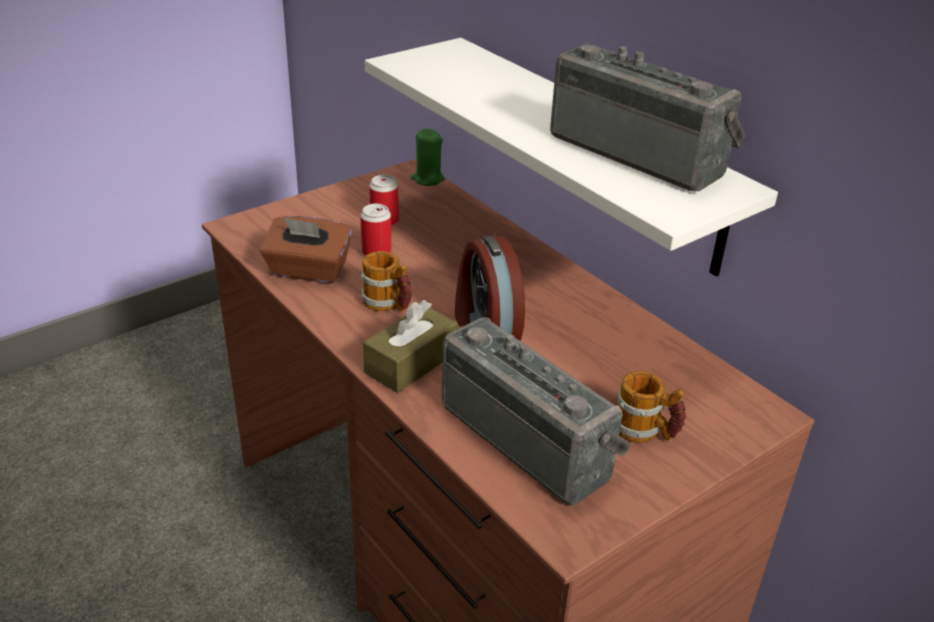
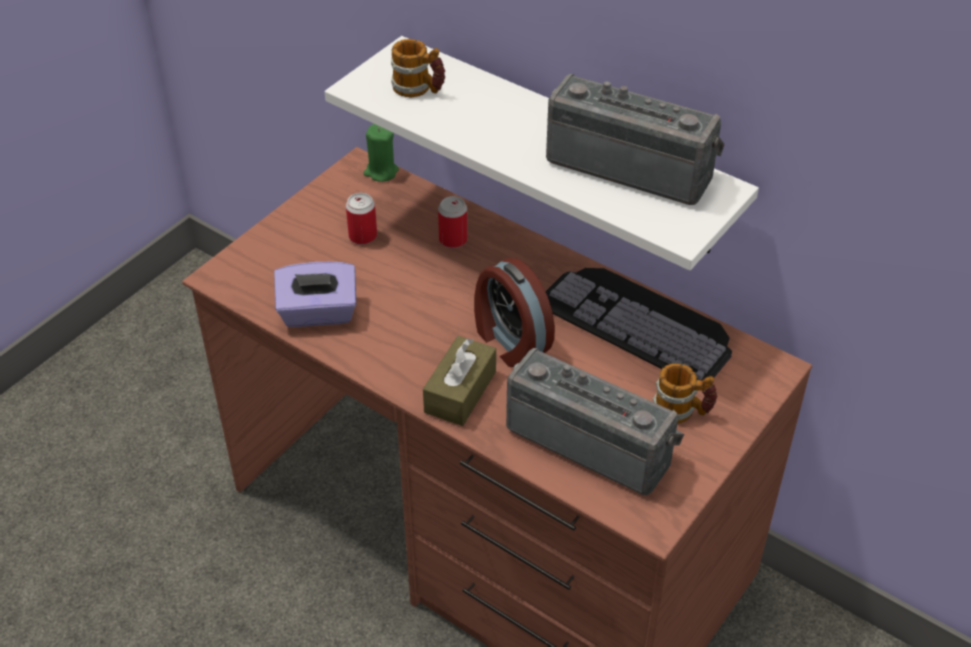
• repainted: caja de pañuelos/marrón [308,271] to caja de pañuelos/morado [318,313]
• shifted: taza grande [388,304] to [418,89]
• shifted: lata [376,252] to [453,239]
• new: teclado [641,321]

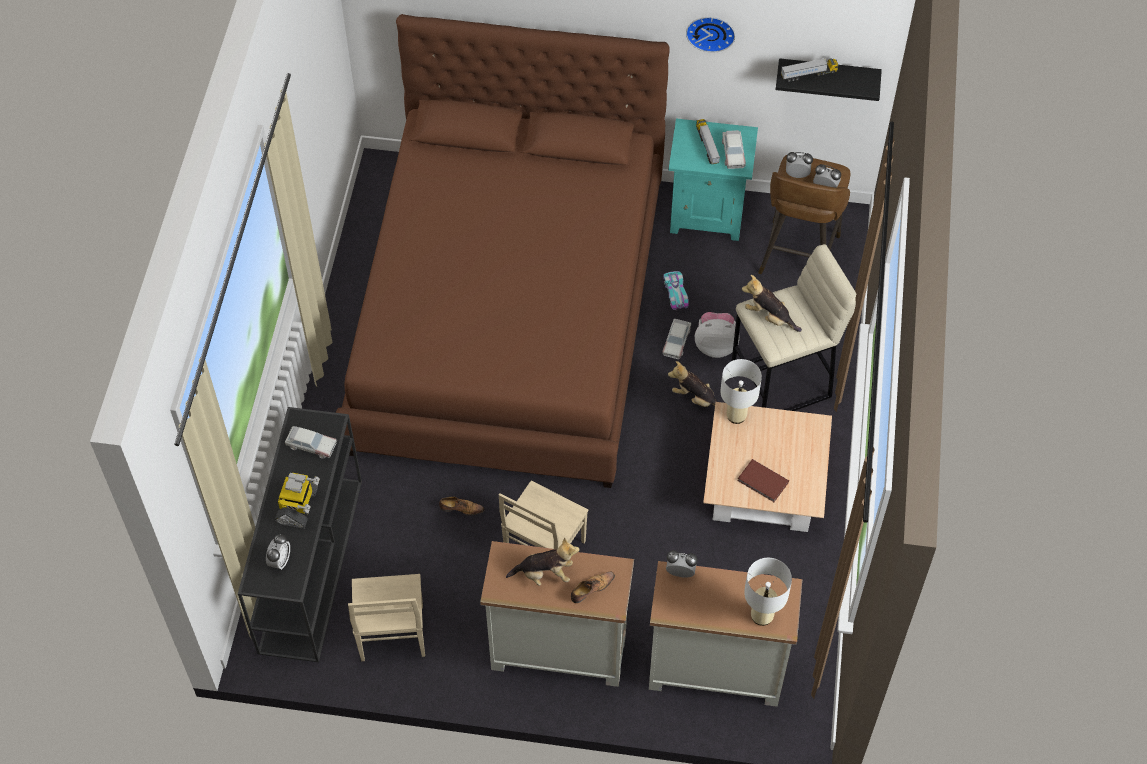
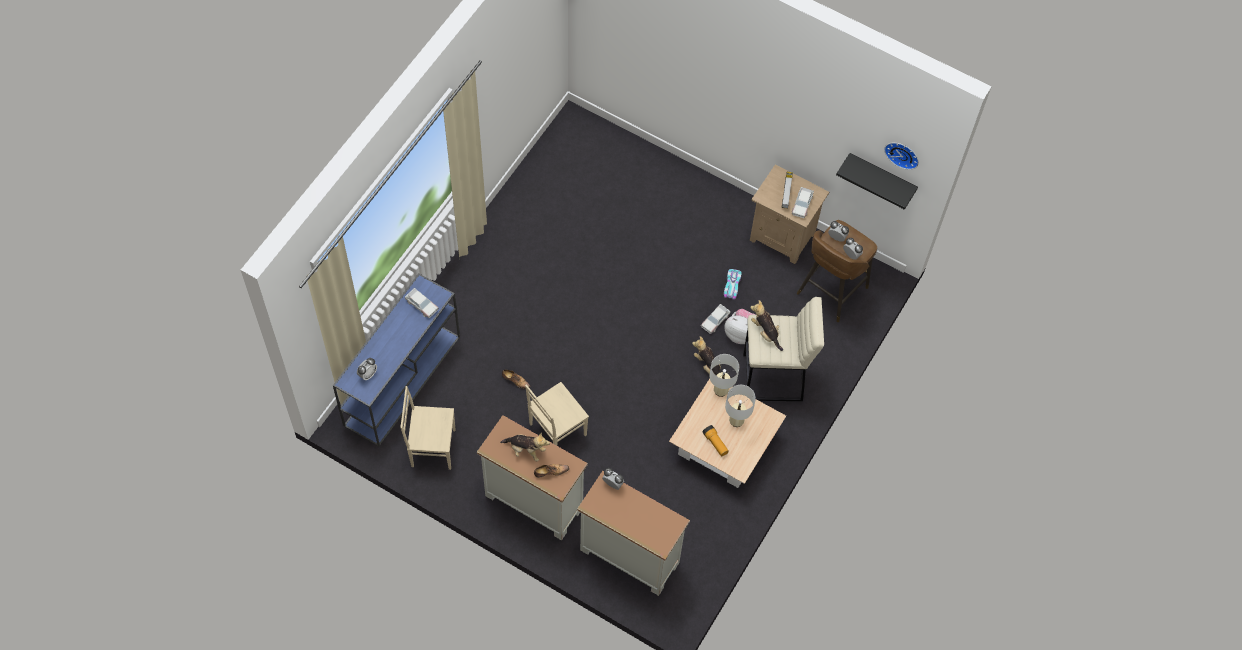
• repainted: mesa consola/negro [311,563] to mesa consola/azul [403,379]
• rotated: silla/beis [391,634] = [432,447] 75 degrees clockwise
• swapped: libro/marrón [763,482] to linterna [715,443]
• shifted: lámpara de mesa/blanco [762,615] to [736,420]
• repainted: mesita de noche/turquesa [708,216] to mesita de noche/beis [782,238]
• shifted: reloj de pared [711,31] to [902,153]
• gone: robot de juguete [298,507]
• gone: cama/marrón [509,315]
• gone: camión de juguete [809,74]

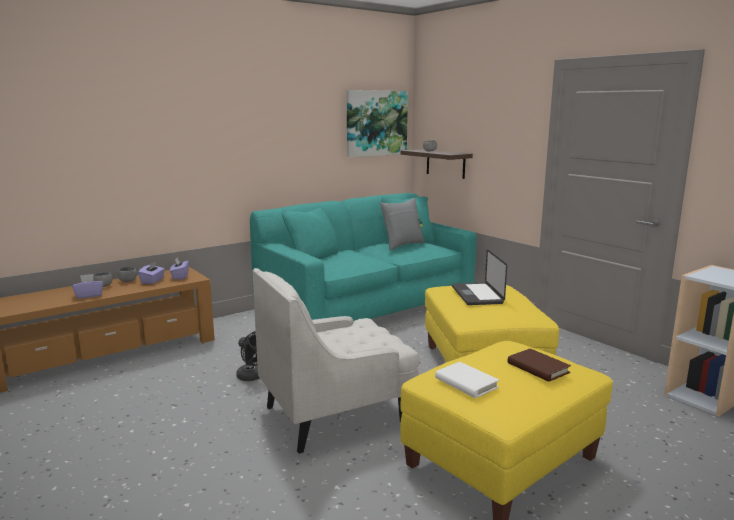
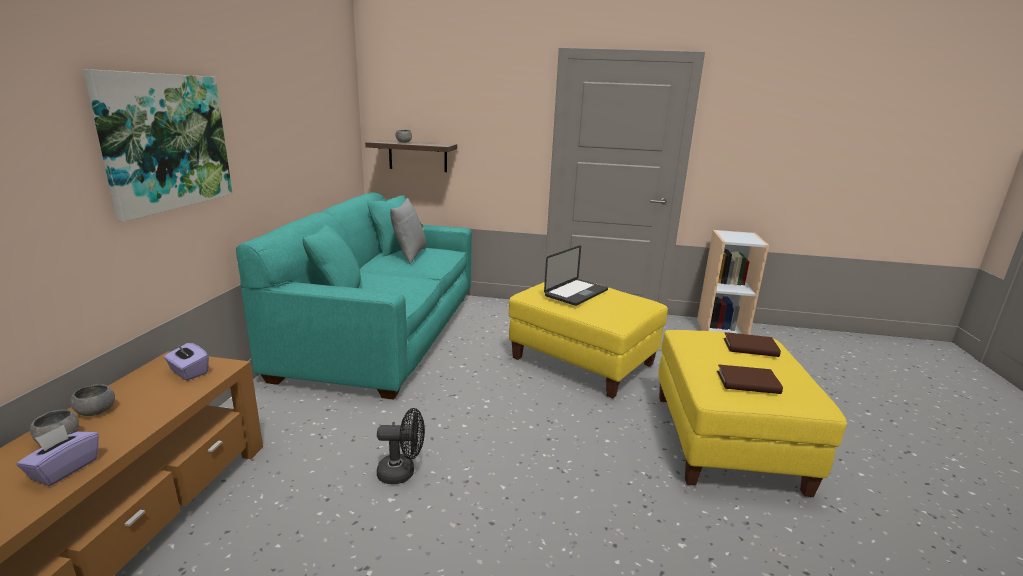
• shifted: cuadro [376,123] to [166,142]
• rotated: portátil [477,295] = [576,293] 90 degrees counterclockwise
• repainted: libro/blanco [466,383] to libro/marrón [747,383]
• gone: caja de pañuelos/morado [152,281]
• gone: sillón/blanco [336,414]

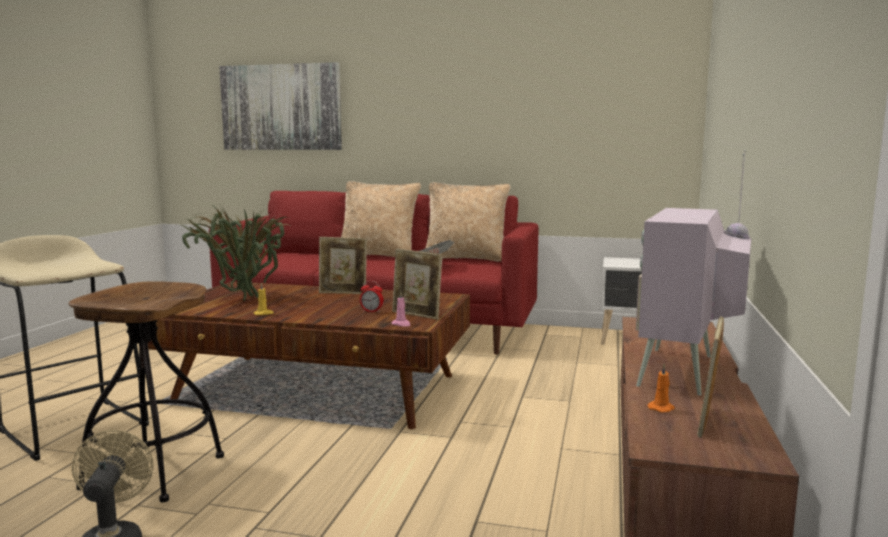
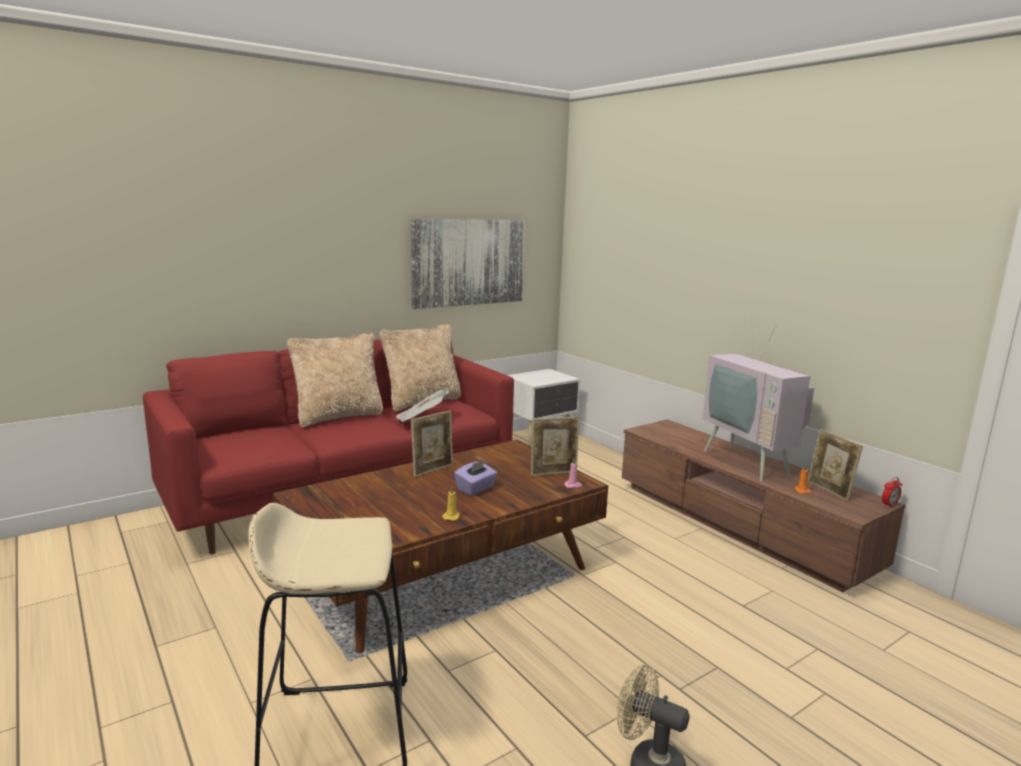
• shifted: cuadro [281,107] to [469,262]
• new: caja de pañuelos/morado [475,489]
• shifted: despertador [371,311] to [889,505]
• gone: taburete/marrón [154,471]
• gone: planta en maceta [242,299]

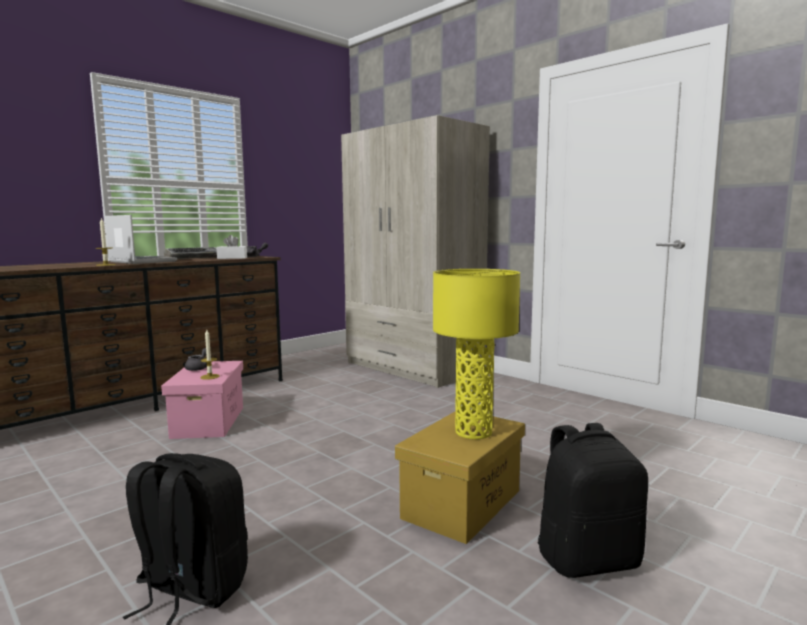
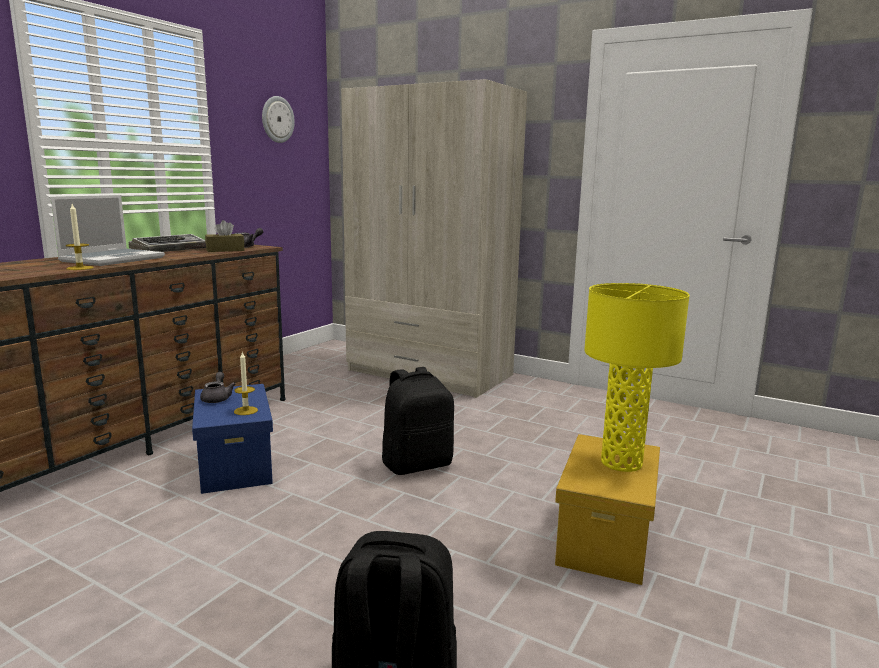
• rotated: portátil [141,261] = [113,259] 90 degrees clockwise
• repainted: caja de almacenaje/rosa [208,421] to caja de almacenaje/azul [234,464]
• repainted: caja de pañuelos/blanco [232,258] to caja de pañuelos/marrón [225,250]
• new: reloj de pared [277,119]
• shifted: mochila/negro [587,559] to [417,464]

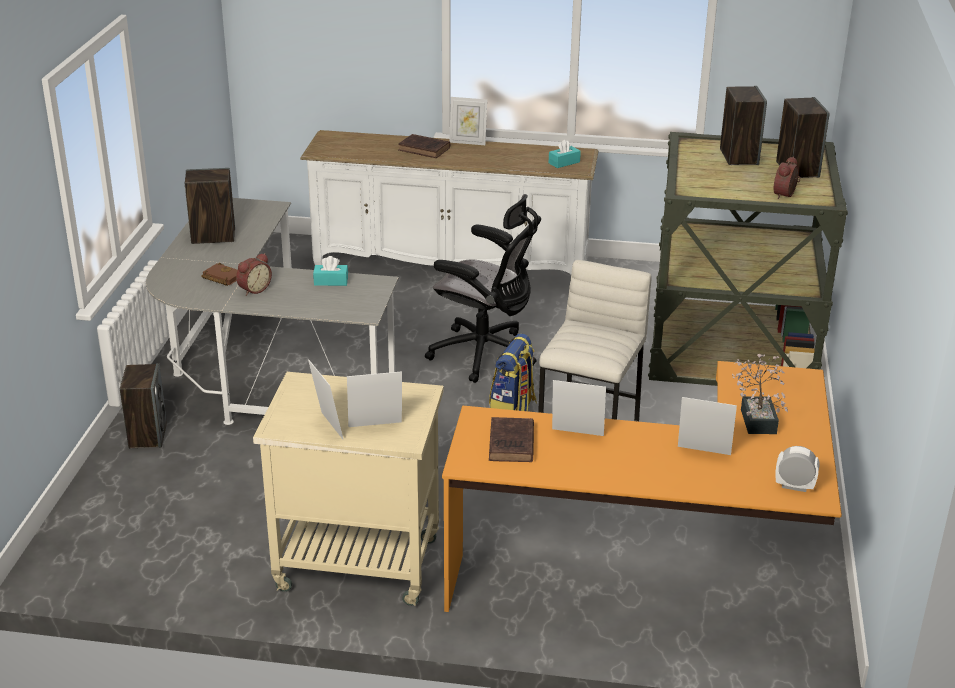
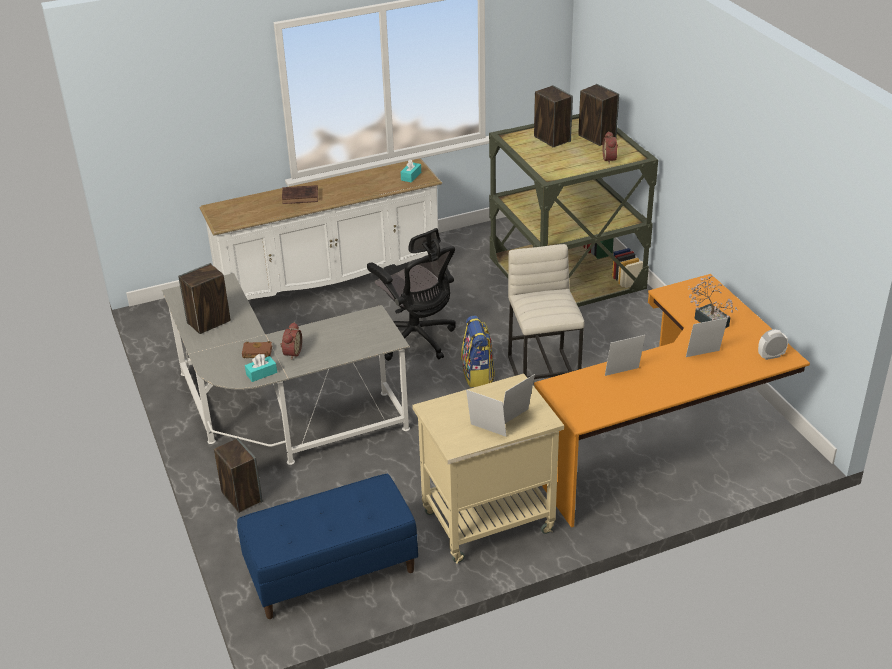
• new: banco/azul [331,573]
• shifted: caja de pañuelos/turquesa [331,281] to [261,373]
• rotated: silla de oficina [483,353] = [415,339] 60 degrees clockwise
• gone: portarretratos [468,142]
• gone: libro/marrón [511,445]

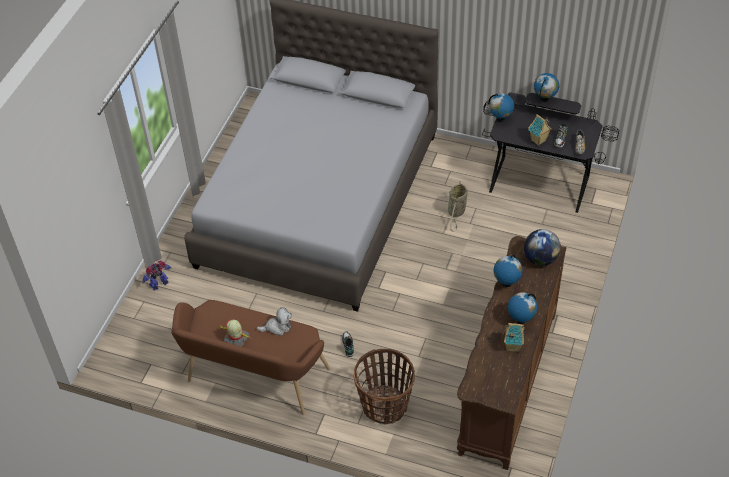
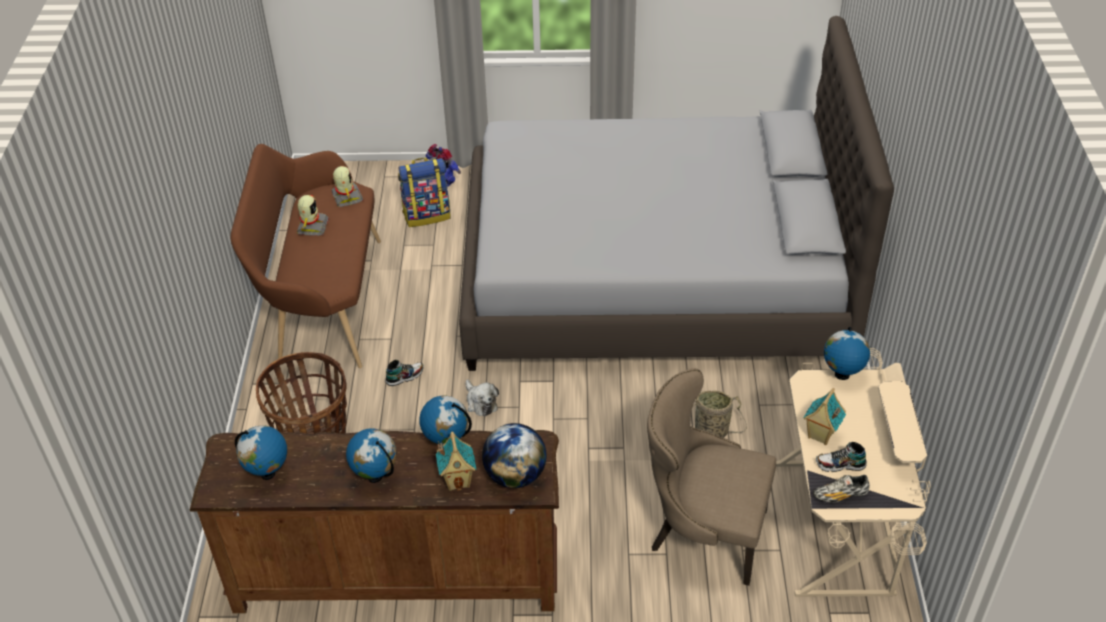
• shifted: globo terráqueo [545,99] to [268,473]
• new: robot de juguete [346,197]
• new: mochila [427,215]
• shifted: casita [512,346] to [458,480]
• shifted: peluche [277,327] to [480,402]
• new: silla/beis [703,533]
• repainted: escritorio/negro [540,181] to escritorio/beis [838,527]

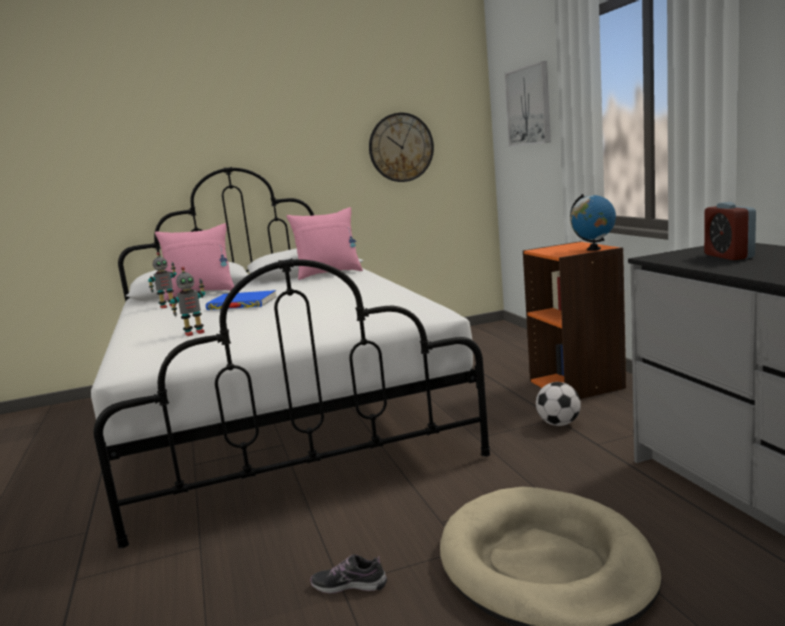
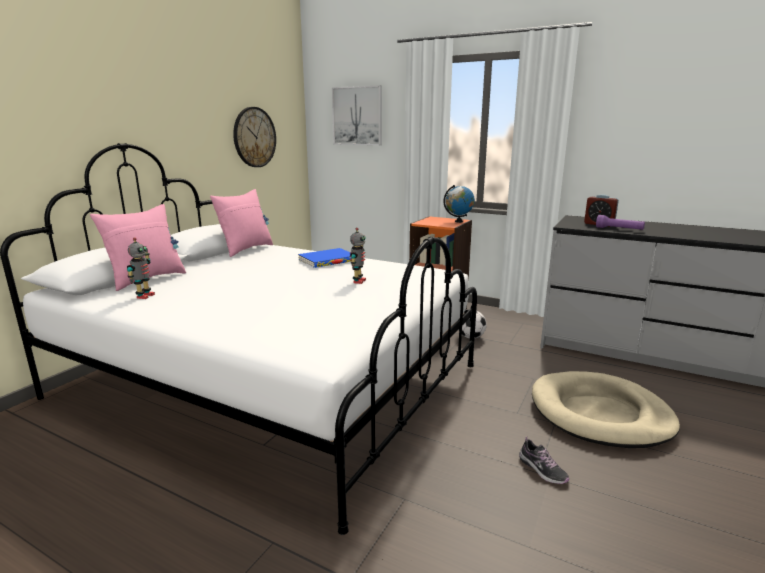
• shifted: libro/azul [242,304] to [328,261]
• shifted: robot de juguete [194,333] to [358,281]
• rotated: zapato [349,585] = [542,470] 90 degrees counterclockwise
• new: linterna/morado [619,229]

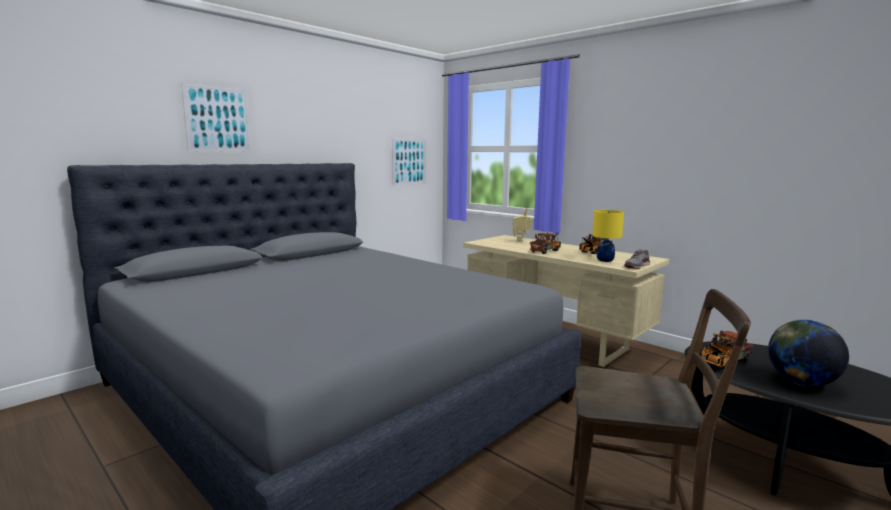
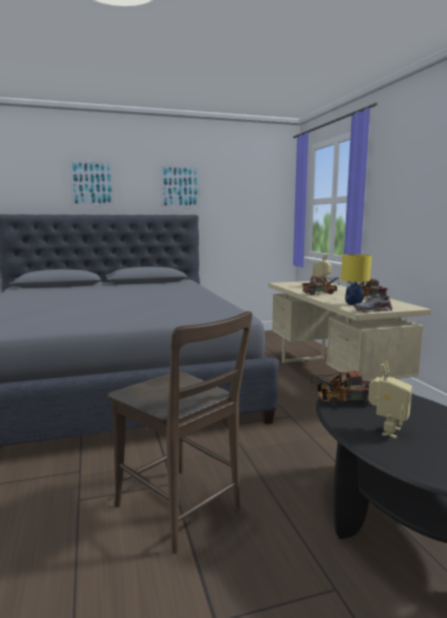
• shifted: cuadro [409,161] to [179,187]
• swapped: globo terráqueo [801,383] to robot de juguete [386,431]

